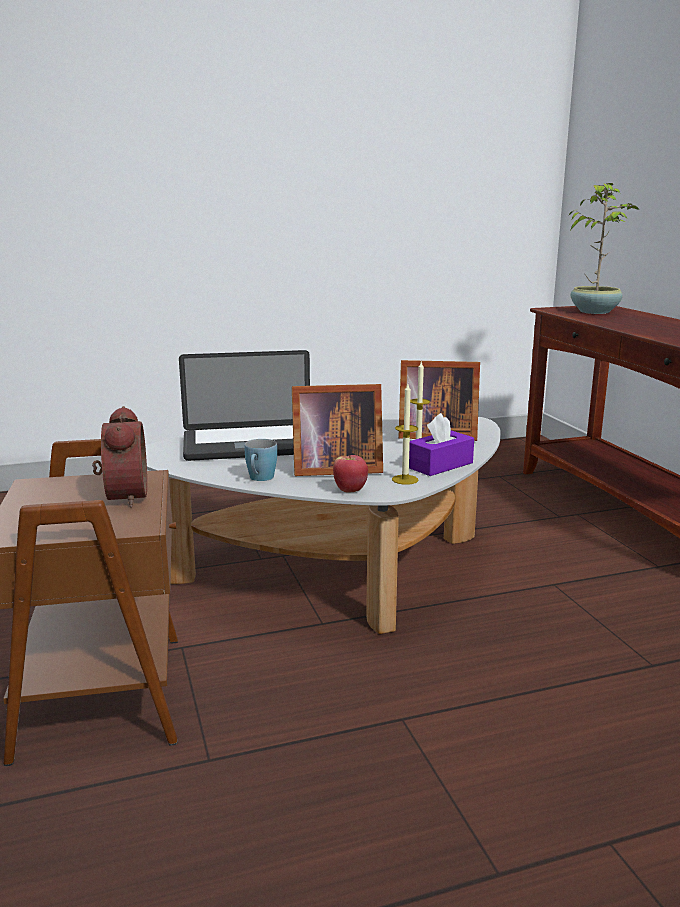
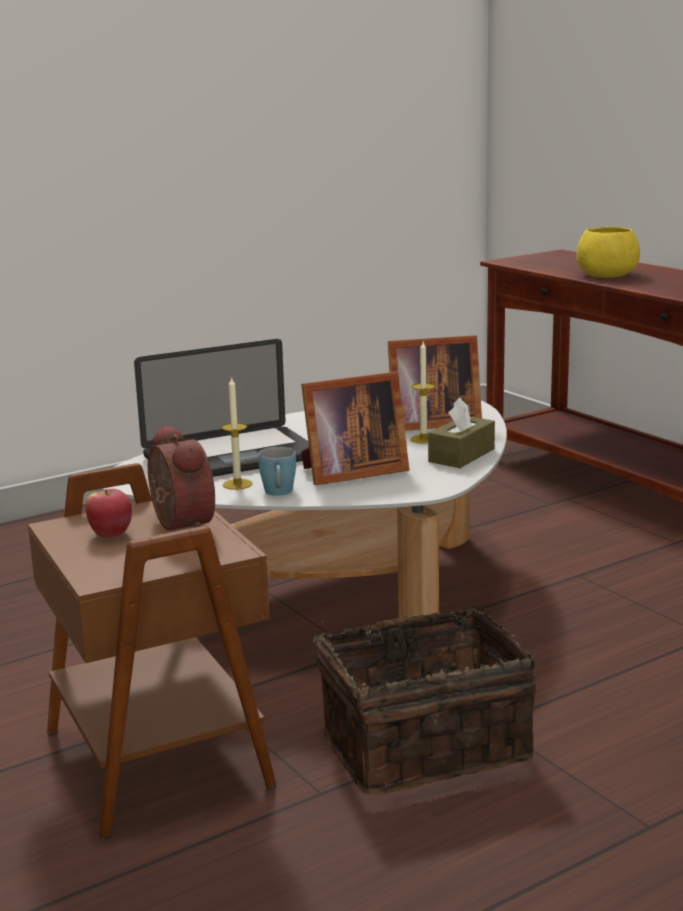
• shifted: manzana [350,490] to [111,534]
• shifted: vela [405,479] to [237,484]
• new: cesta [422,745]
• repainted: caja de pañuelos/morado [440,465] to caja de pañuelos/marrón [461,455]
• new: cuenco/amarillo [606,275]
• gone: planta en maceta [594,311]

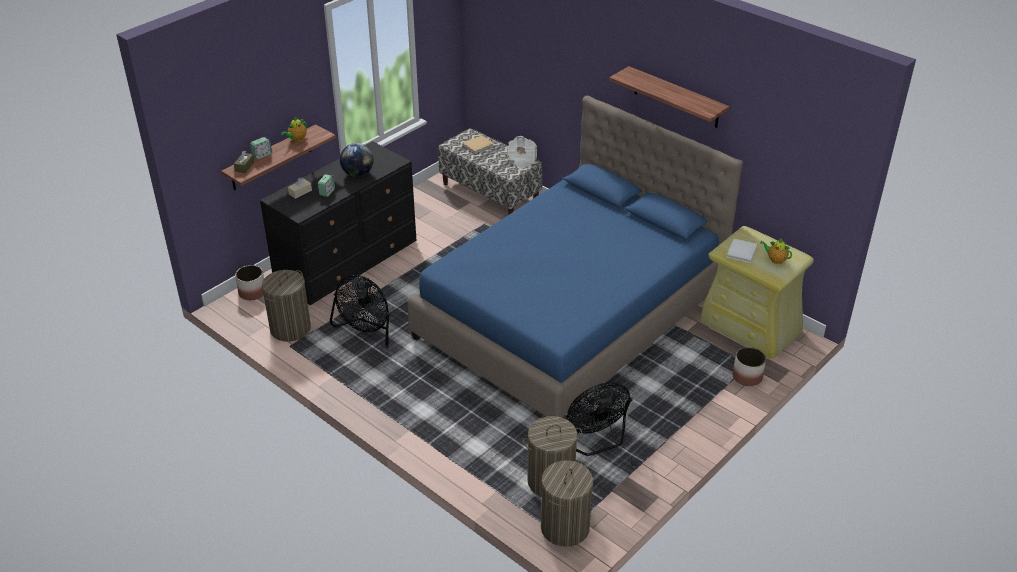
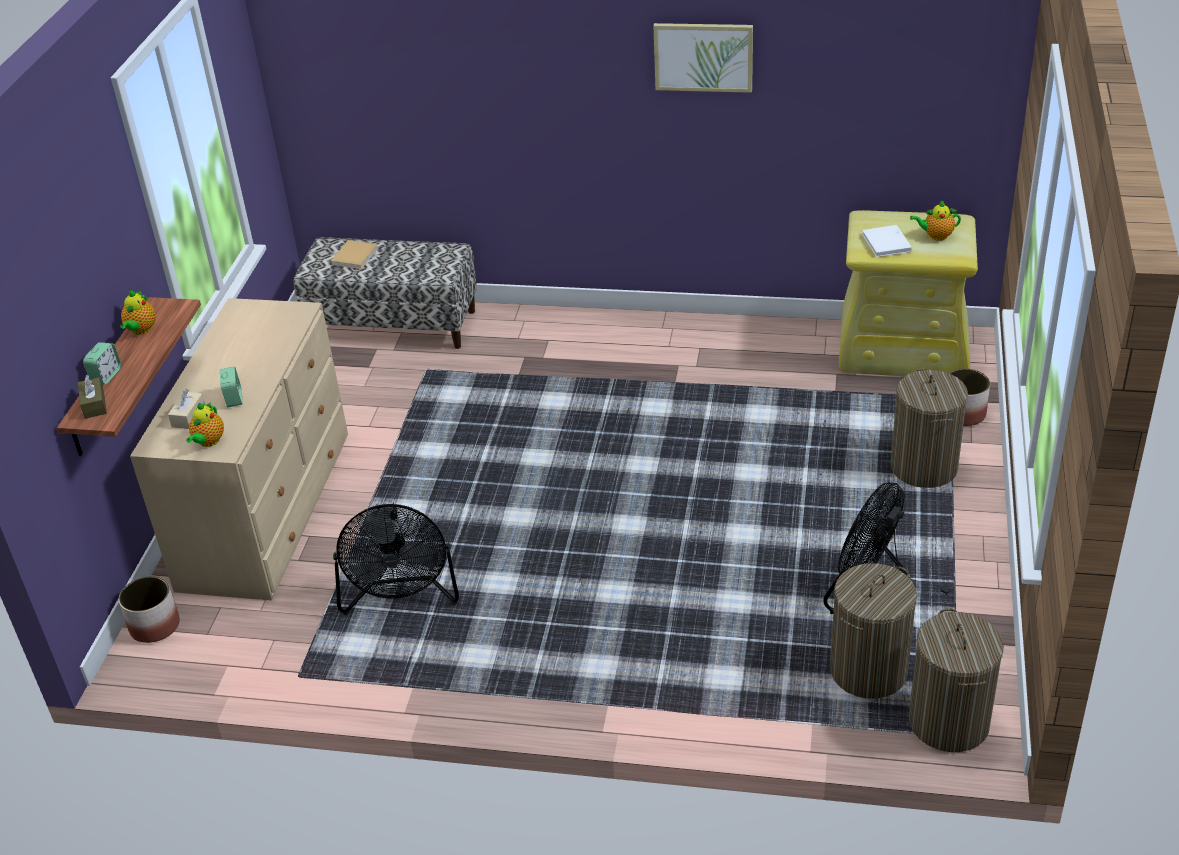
• repainted: cómoda/negro [347,260] to cómoda/beis [267,507]
• new: tetera [208,442]
• swapped: estante [676,98] to cuadro [703,56]
• shifted: cesto de la ropa [290,329] to [924,467]
• gone: globo terráqueo [357,174]
• gone: cama/azul [571,314]
• gone: periódico [522,160]

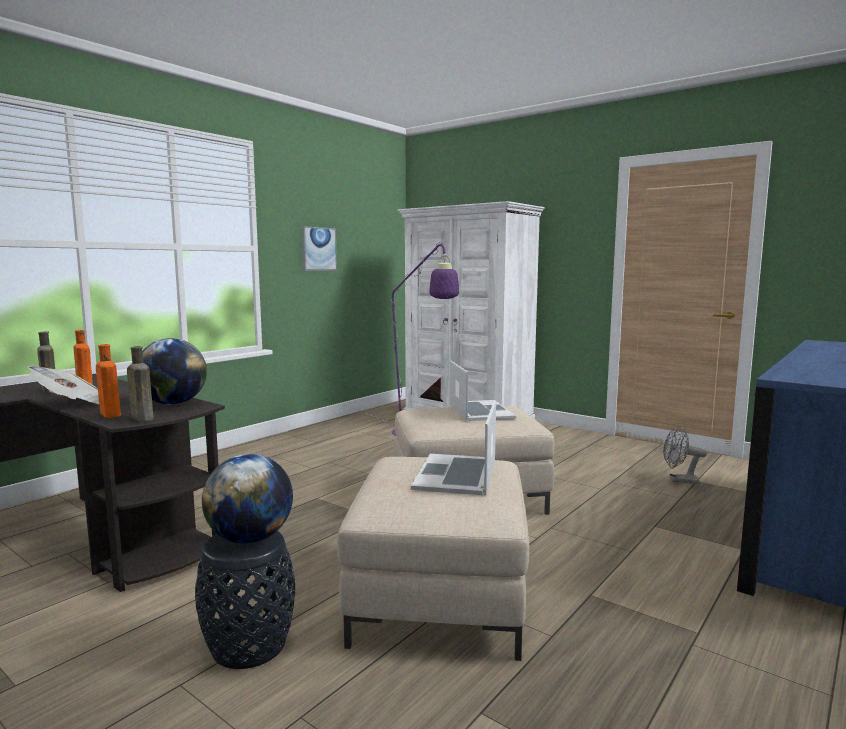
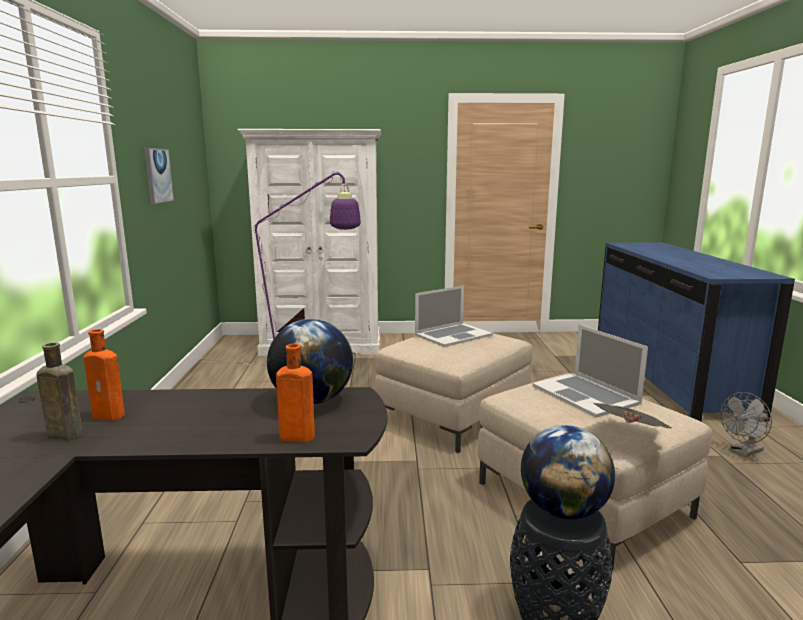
• rotated: portátil [480,411] = [453,335] 105 degrees clockwise
• shifted: periódico [72,404] to [629,435]
• shifted: ventilador/gris [679,480] to [743,452]
• gone: botella/marrón [141,418]

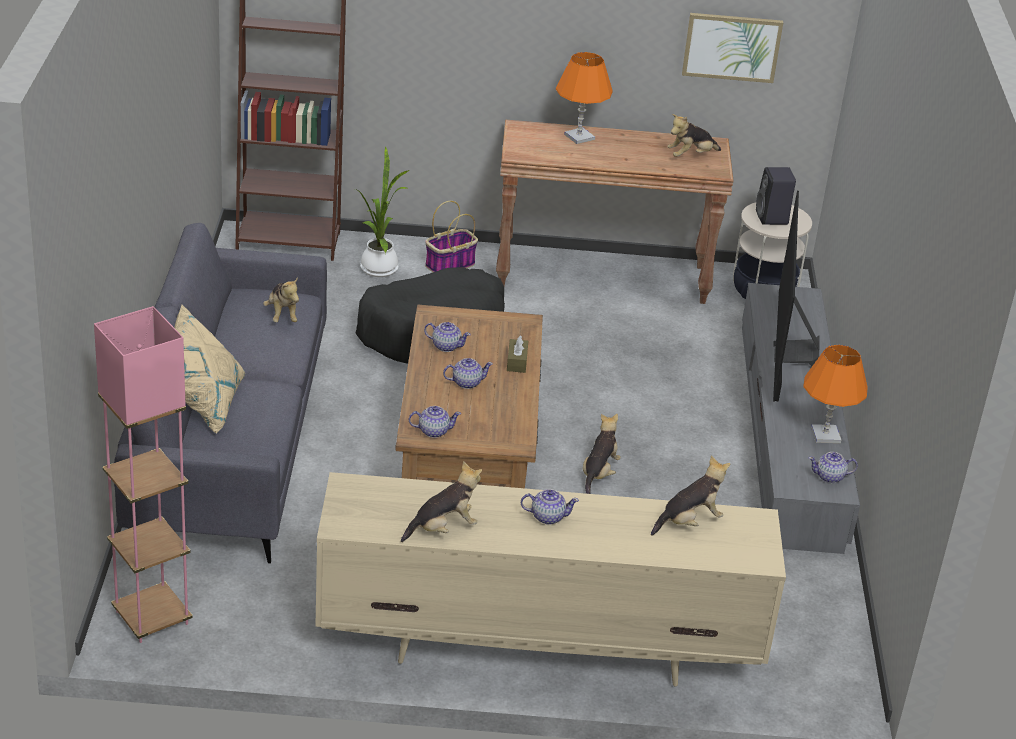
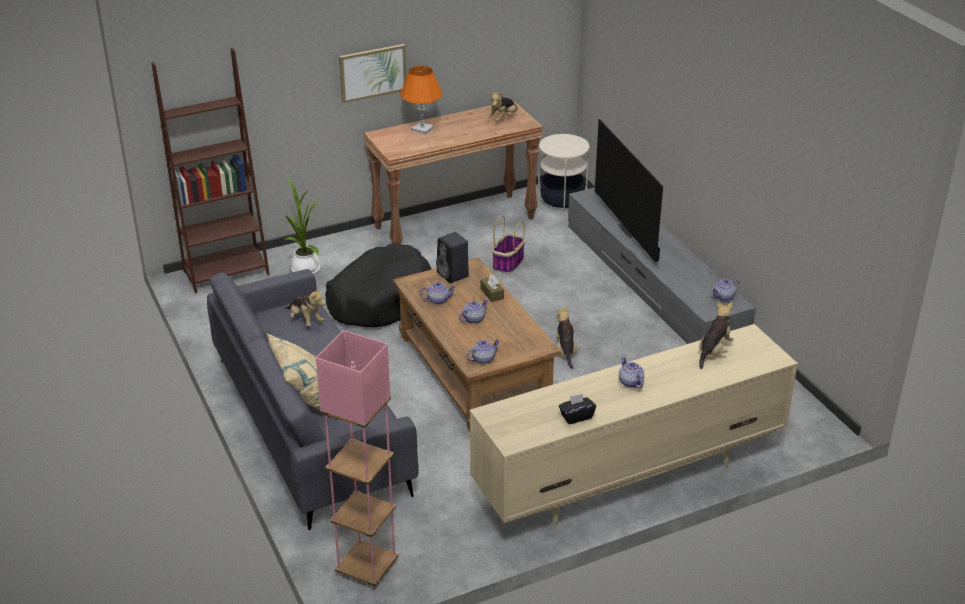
• shifted: cuadro [731,47] to [372,72]
• shifted: altavoz/negro [772,218] to [453,275]
• shifted: cesta [450,265] to [508,263]
• swapped: peluche [443,528] to caja de pañuelos/negro [576,416]
• rotated: tetera [547,517] = [630,383] 90 degrees counterclockwise
• gone: lámpara de mesa/naranja [825,435]

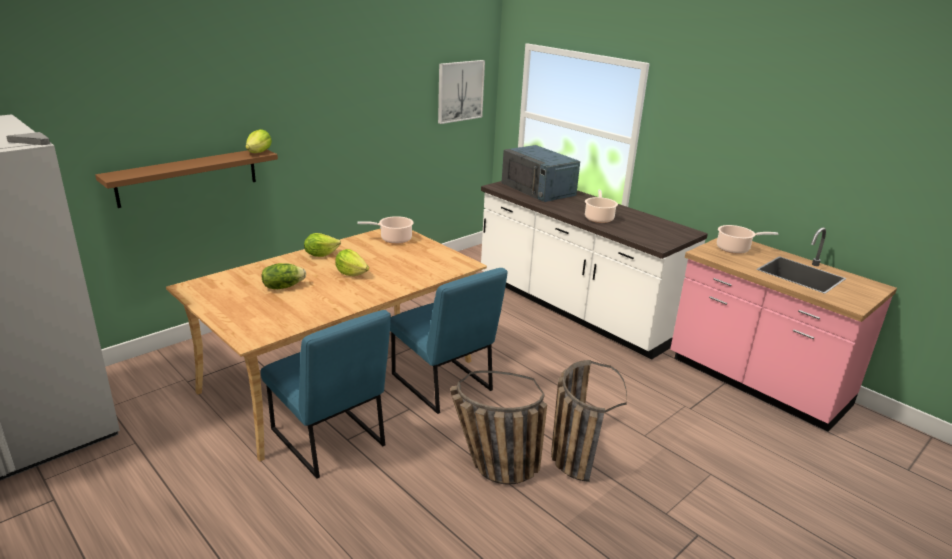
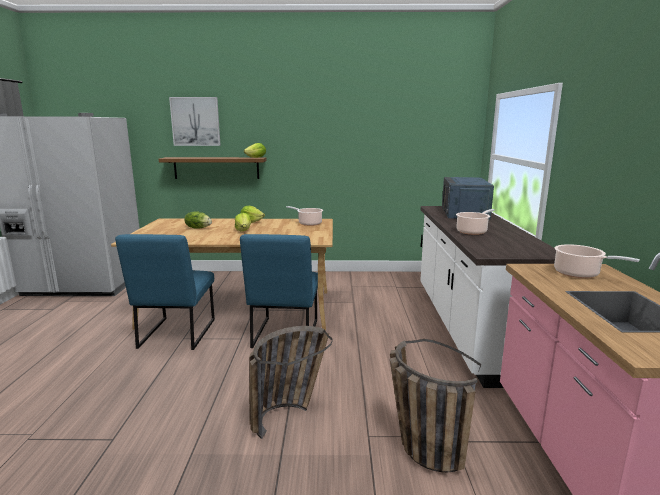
• shifted: cuadro [460,91] to [195,121]
• shifted: cesta [491,468] to [419,444]

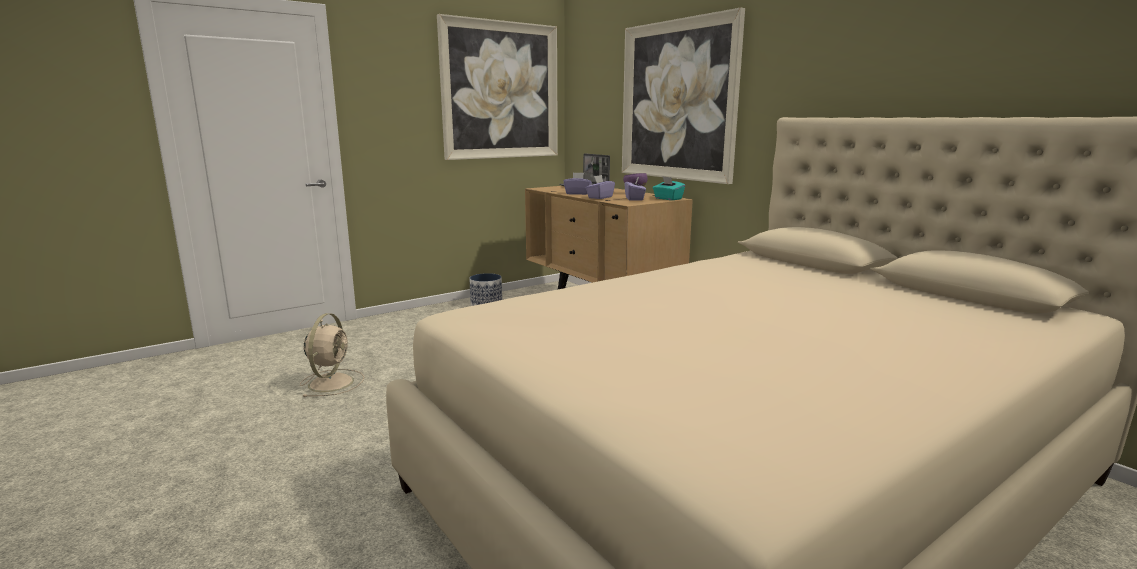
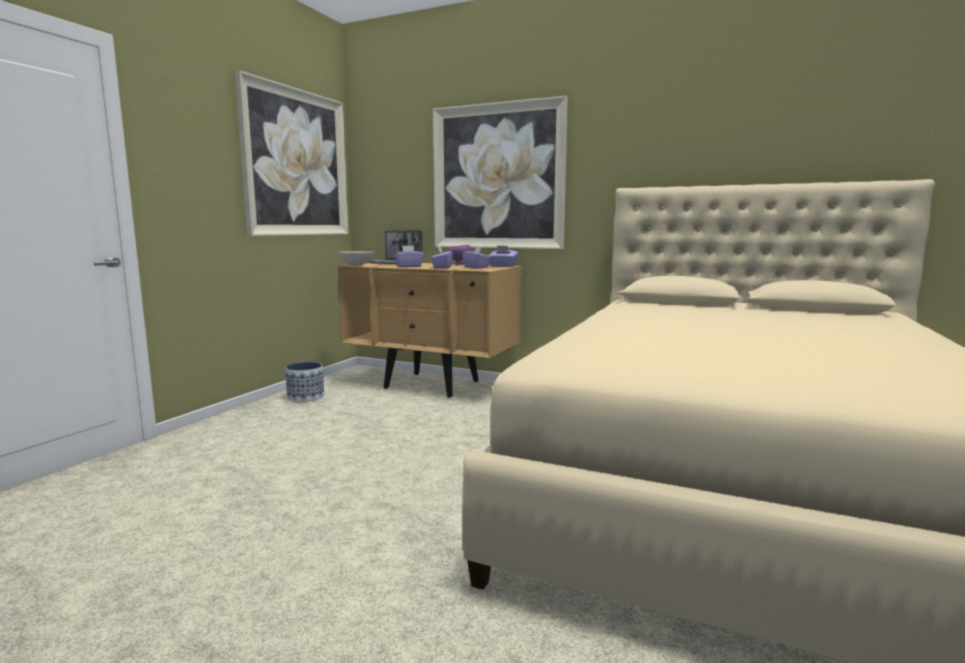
• new: cuenco/blanco [357,265]
• repainted: caja de pañuelos/turquesa [668,199] to caja de pañuelos/morado [503,266]
• gone: ventilador/beis [332,382]

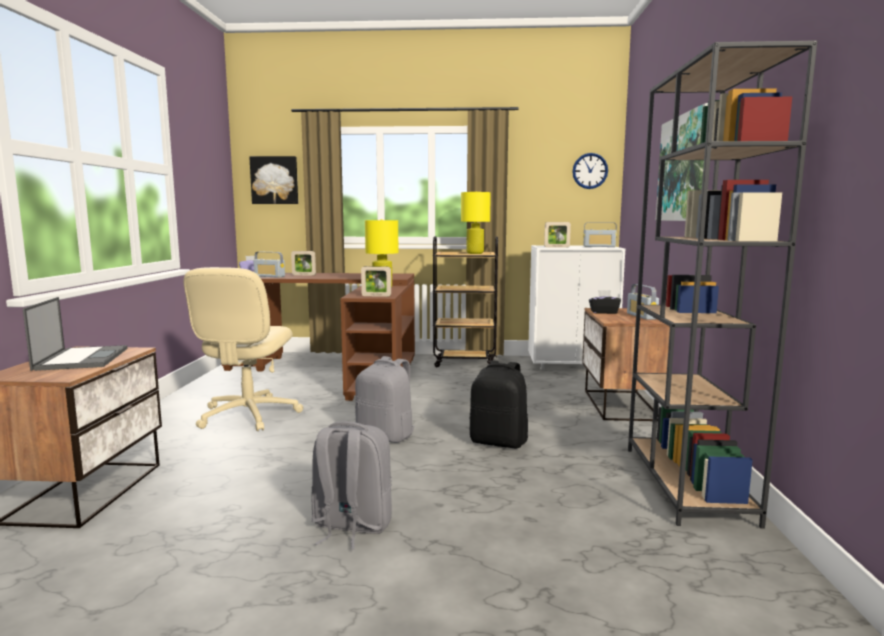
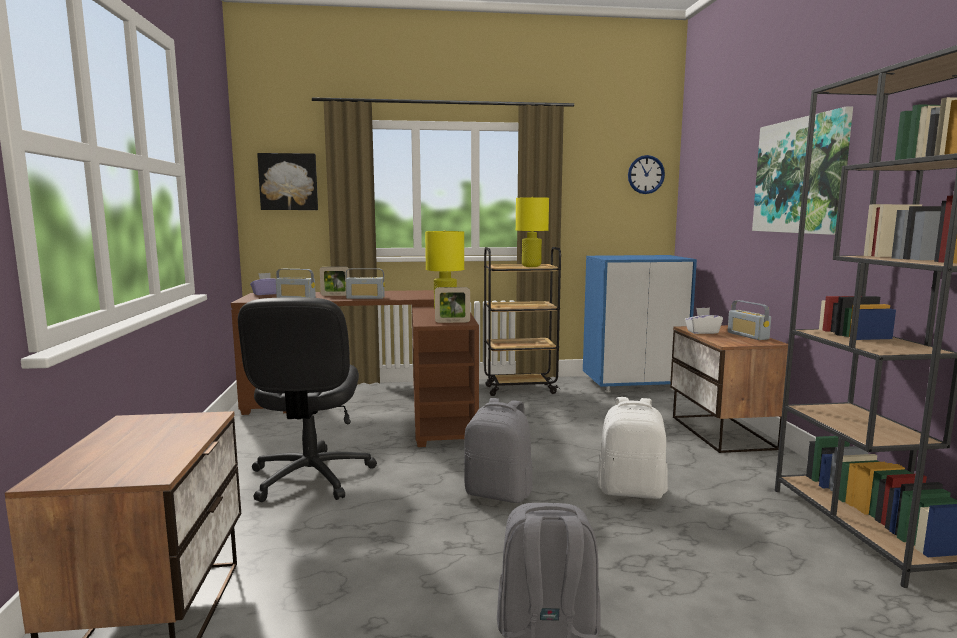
• repainted: silla de oficina/beis [248,415] to silla de oficina/negro [311,476]
• shifted: radio [599,246] to [365,298]
• repainted: armario/blanco [571,364] to armario/azul [634,385]
• repainted: mochila/negro [499,442] to mochila/blanco [631,491]
• repainted: caja de pañuelos/negro [603,312] to caja de pañuelos/blanco [702,332]
• gone: portátil [82,358]
• gone: portarretratos [556,247]

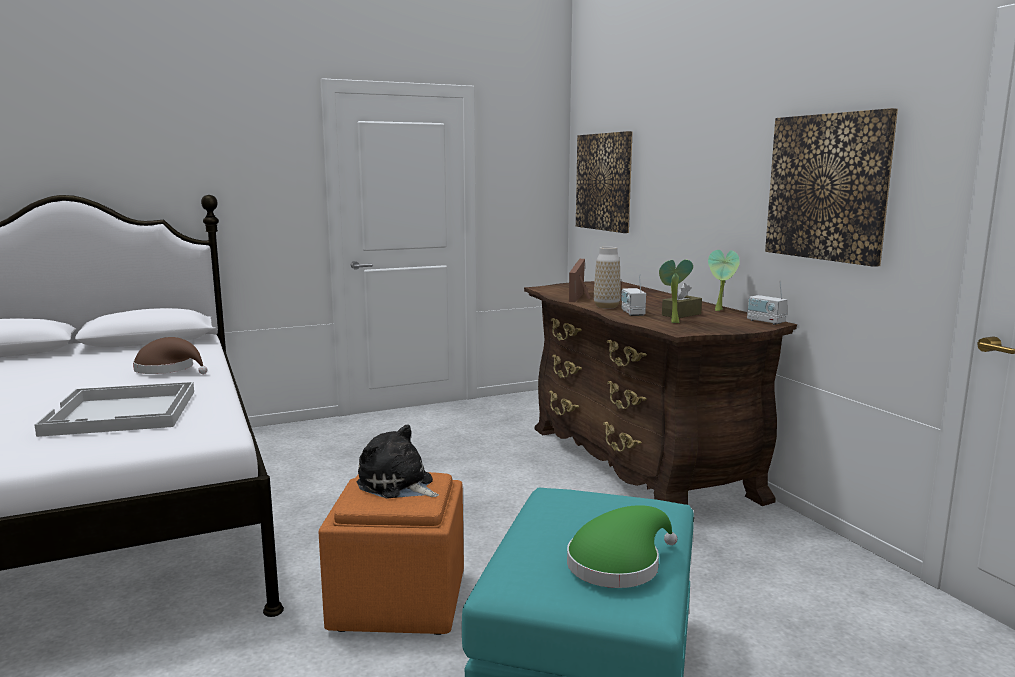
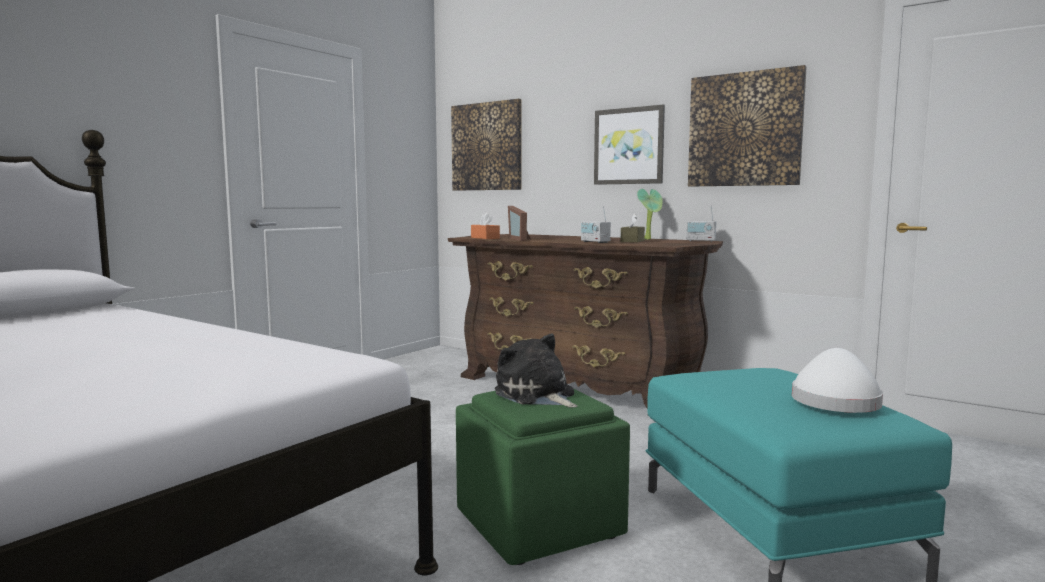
• repainted: puf/naranja [400,602] to puf/verde [541,525]
• new: caja de pañuelos/naranja [485,238]
• rotated: peluche [398,485] = [537,395] 45 degrees clockwise
• new: cuadro [629,146]
• repainted: sombrero/verde [618,564] to sombrero/blanco [834,401]
• gone: bandeja/blanco [123,412]
• gone: sombrero/marrón [168,369]
• gone: florero [606,306]
• gone: planta en maceta [672,322]

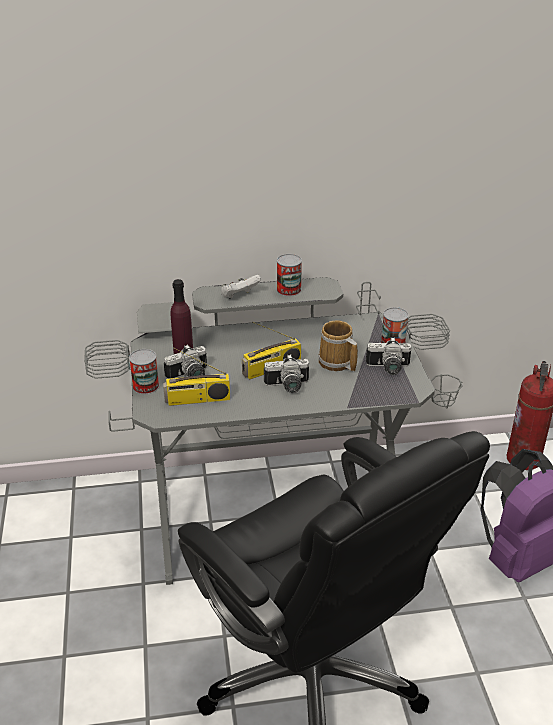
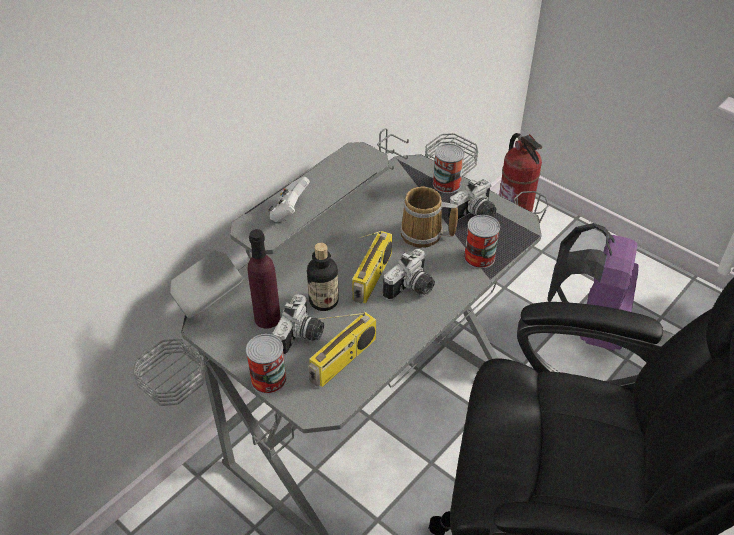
• new: botella [323,301]
• shifted: lata [289,290] to [479,257]

